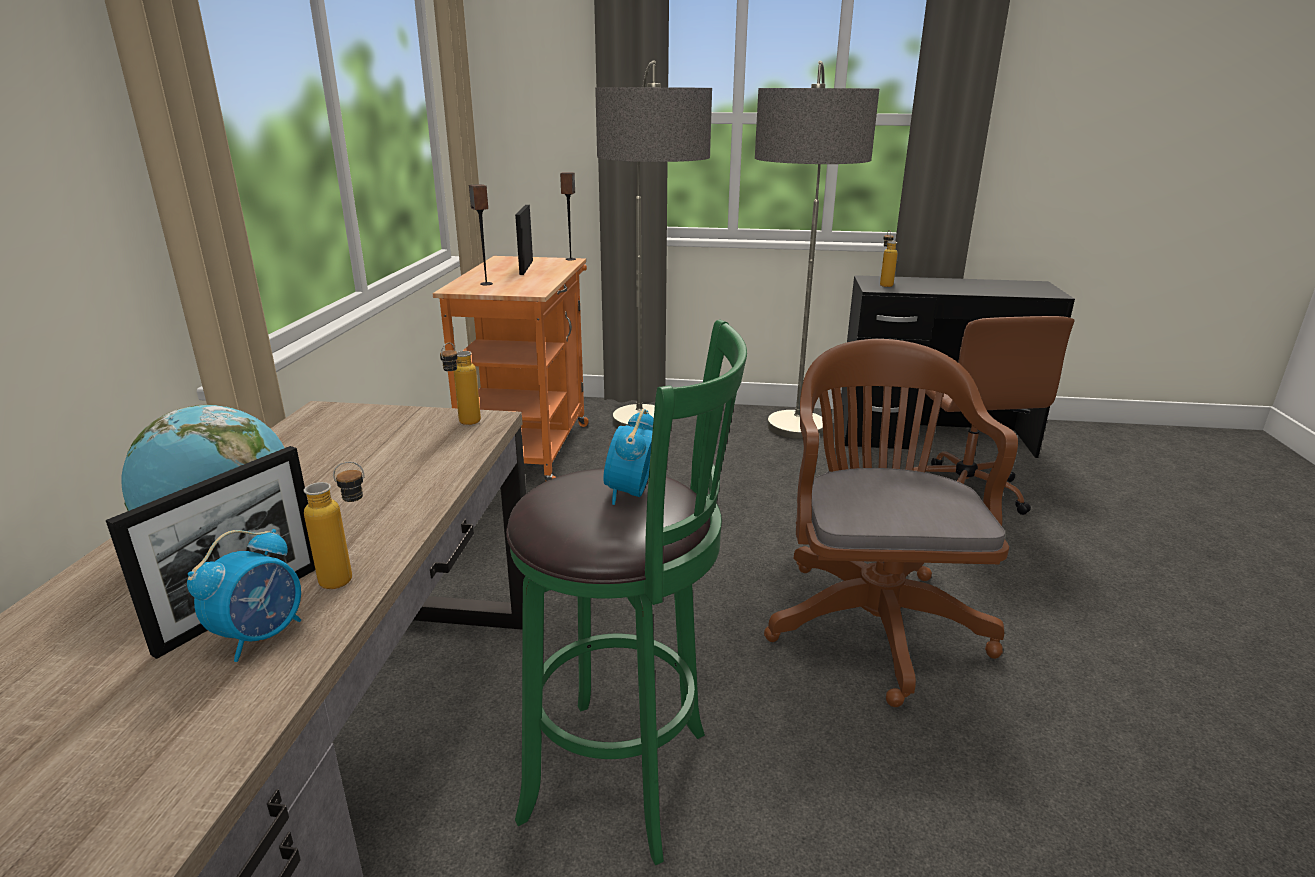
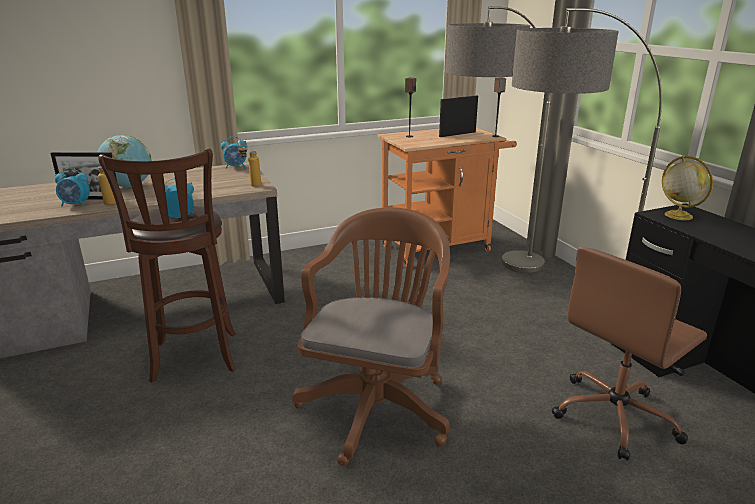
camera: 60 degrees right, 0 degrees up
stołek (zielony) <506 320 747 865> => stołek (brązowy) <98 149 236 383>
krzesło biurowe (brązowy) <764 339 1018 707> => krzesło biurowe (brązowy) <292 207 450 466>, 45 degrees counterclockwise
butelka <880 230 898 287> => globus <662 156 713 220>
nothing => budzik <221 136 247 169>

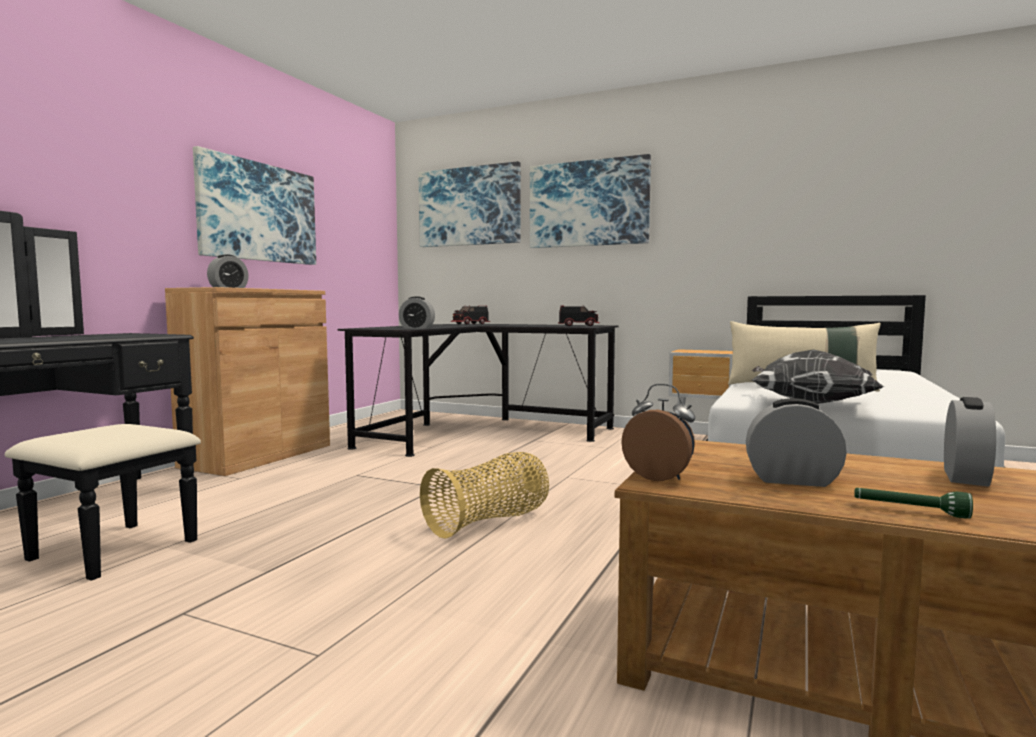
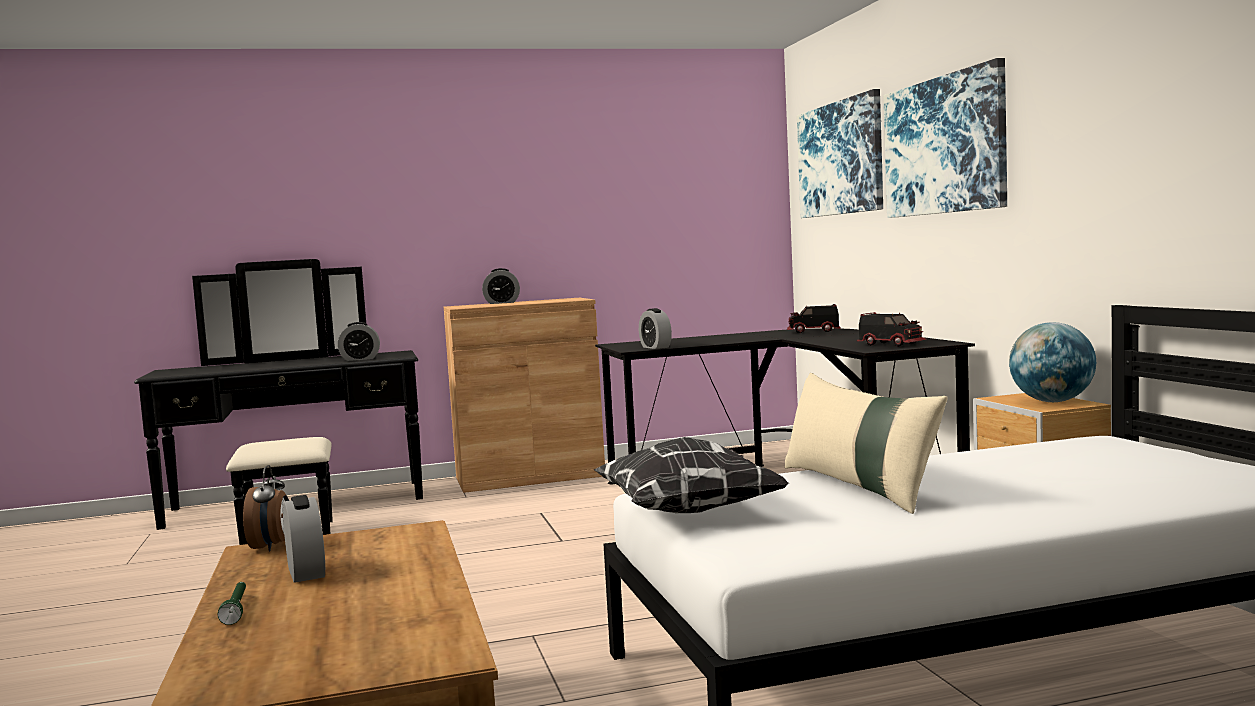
camera: 50 degrees right, 0 degrees up
obraz <193 146 316 265> => nothing
koszyk <420 452 549 539> => nothing
budzik <944 397 996 487> => budzik <338 322 380 361>, move
nothing => globus <1009 322 1096 402>

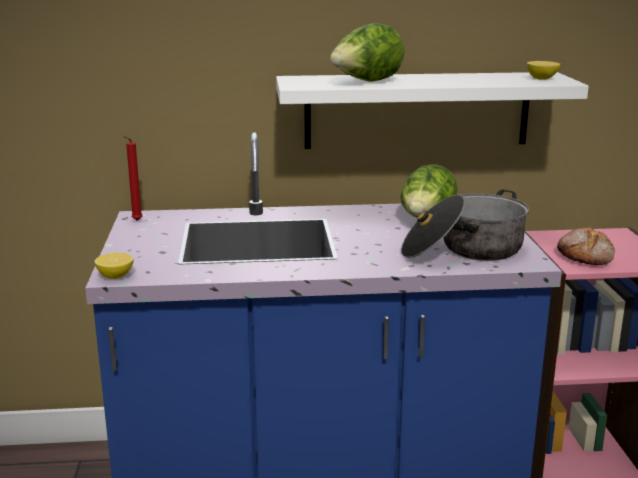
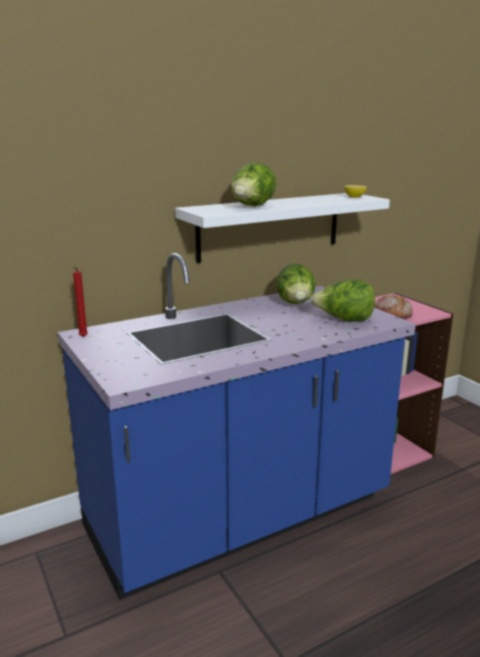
camera: 25 degrees left, 0 degrees up
cytryna <95 253 134 279> => nothing
garnek <401 189 529 261> => sałata <310 279 375 322>

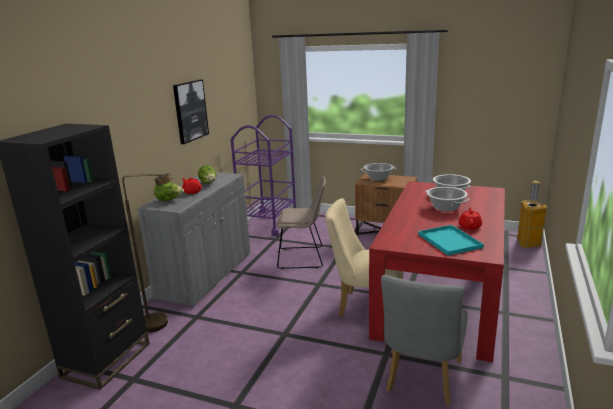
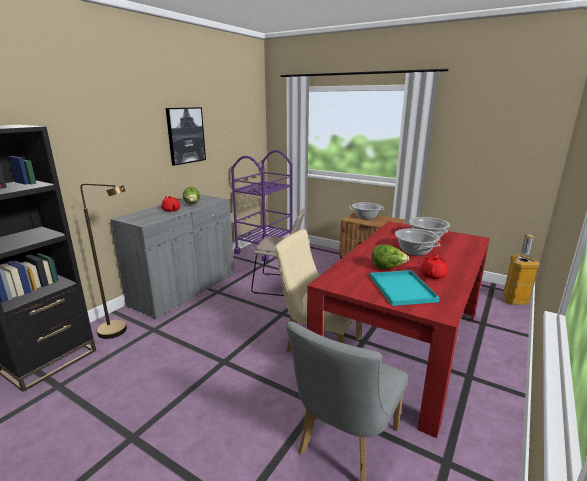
camera: 10 degrees right, 0 degrees up
sałata <154 182 184 201> => sałata <372 244 409 269>, move

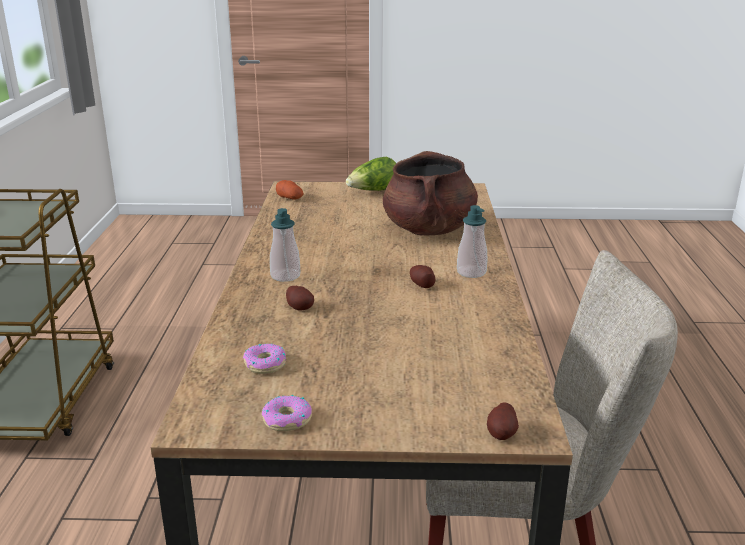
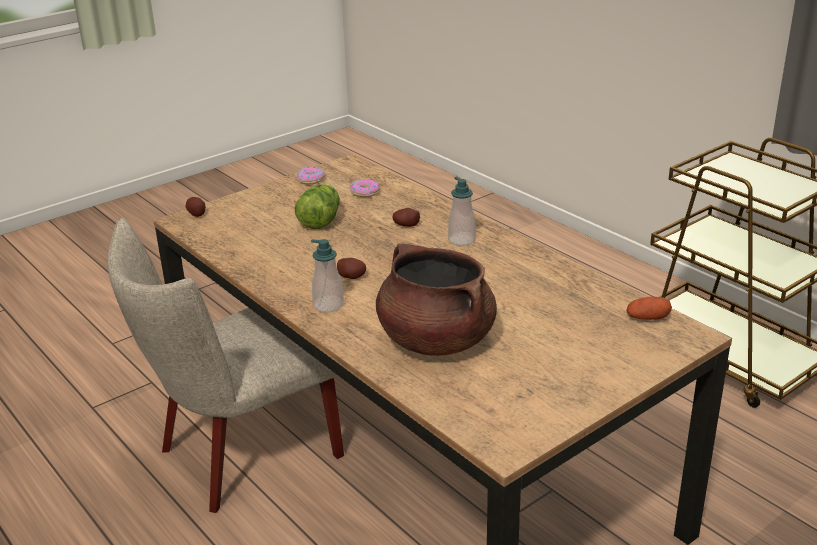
camera: 140 degrees right, 5 degrees up
sałata <346 156 396 191> => sałata <294 184 340 229>, move

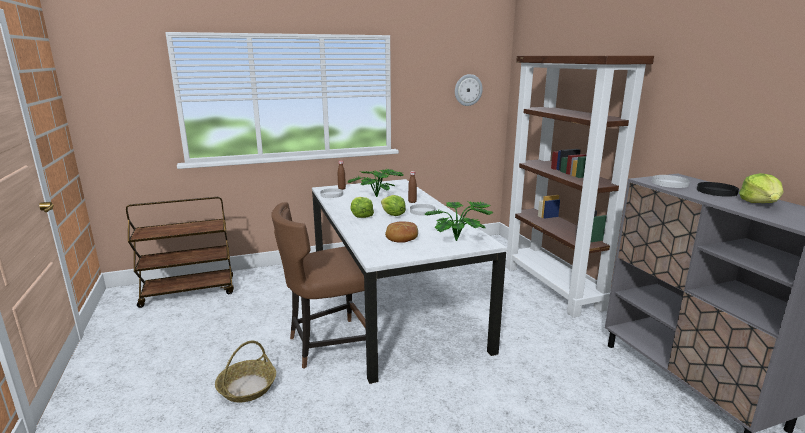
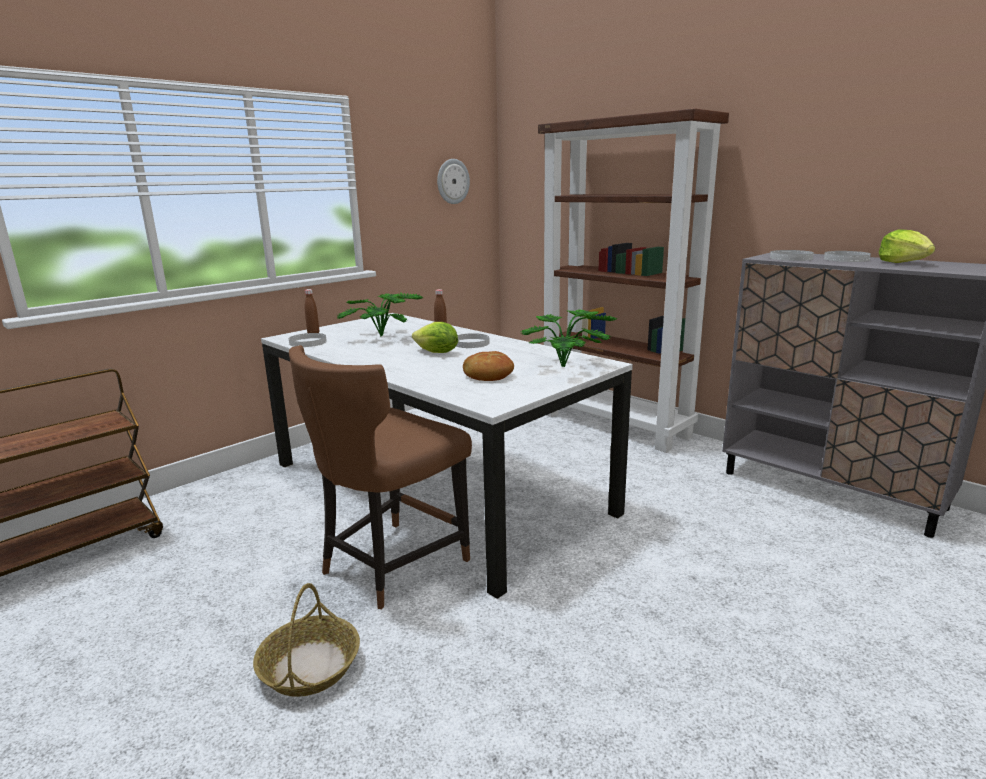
camera: 25 degrees left, 0 degrees up
sałata <350 197 374 218> => nothing
talerz (czarny) <697 182 739 197> => talerz (biały) <824 251 871 262>

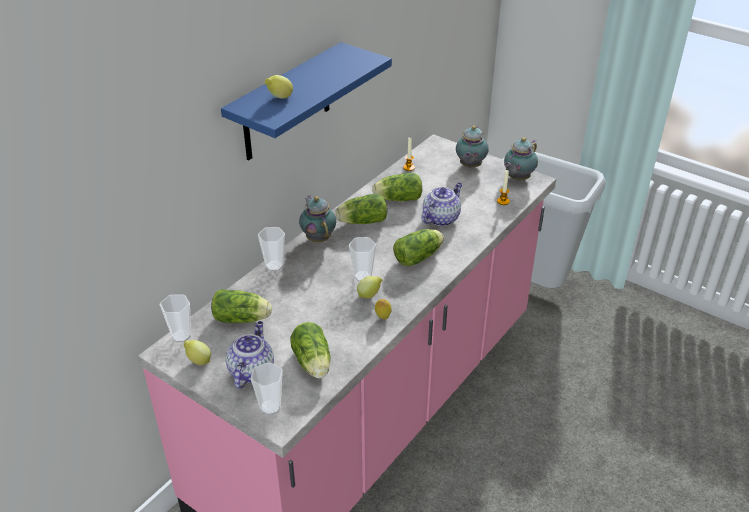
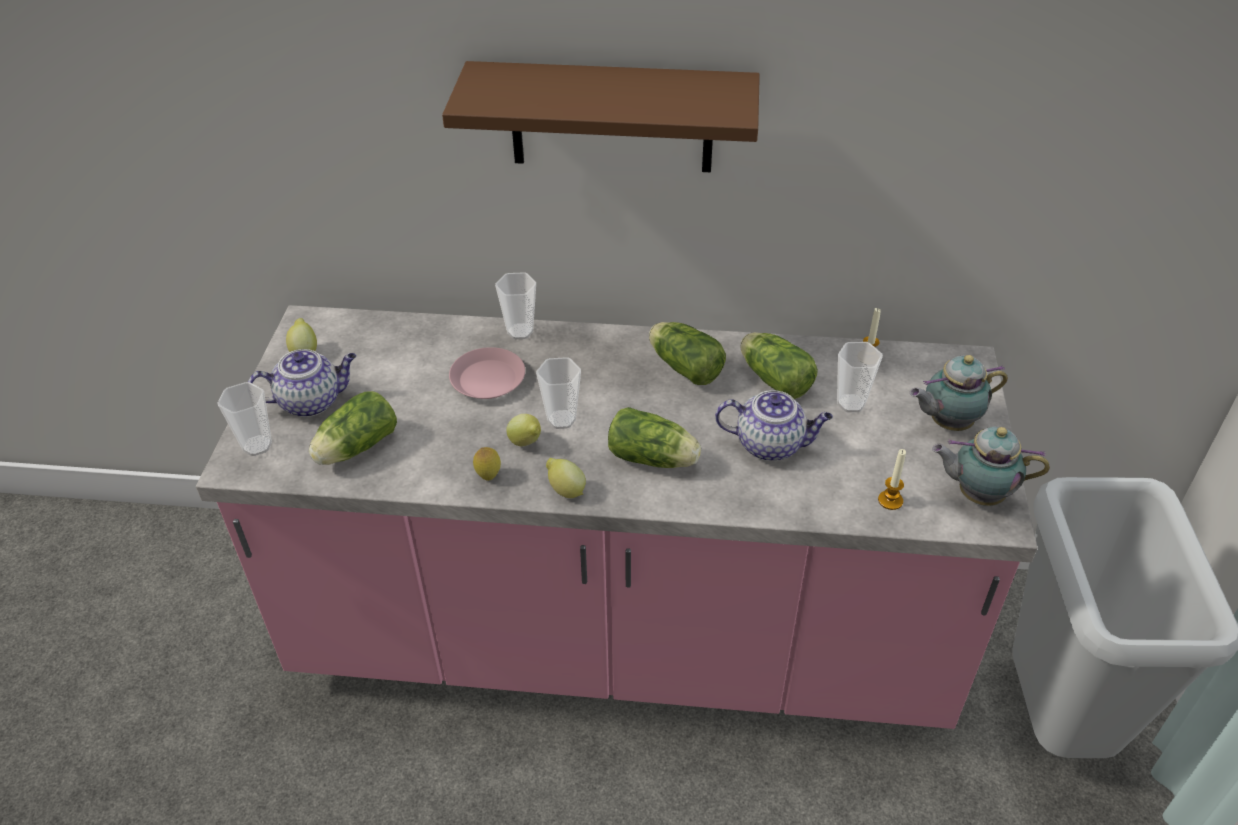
camera: 60 degrees right, 5 degrees up
filiżanka <159 295 191 342> => filiżanka <837 342 883 412>, move
sałata <211 289 272 323> => nothing
półka (niebieski) <221 42 392 161> => półka (brązowy) <442 61 760 172>
cytryna <265 75 293 99> => cytryna <546 458 586 498>, move
imbryk <299 195 336 242> => nothing
nothing => talerz (różowy) <449 347 525 399>

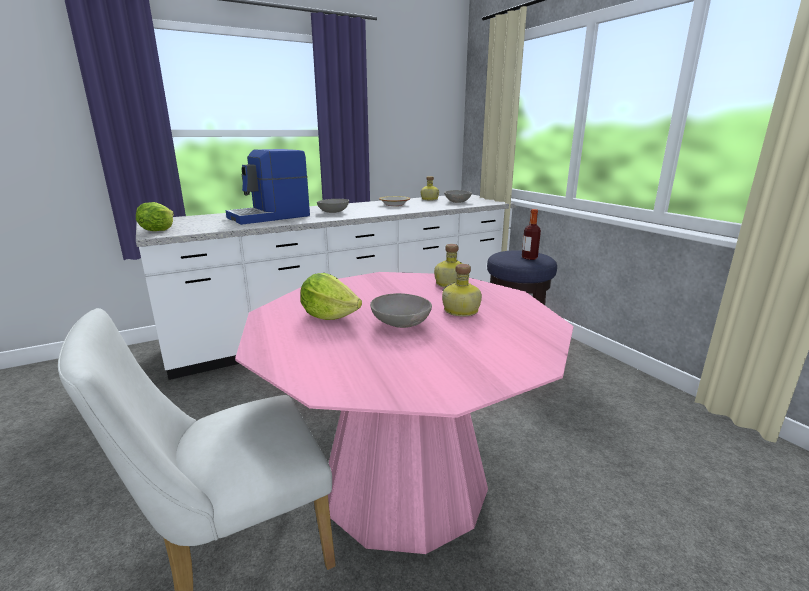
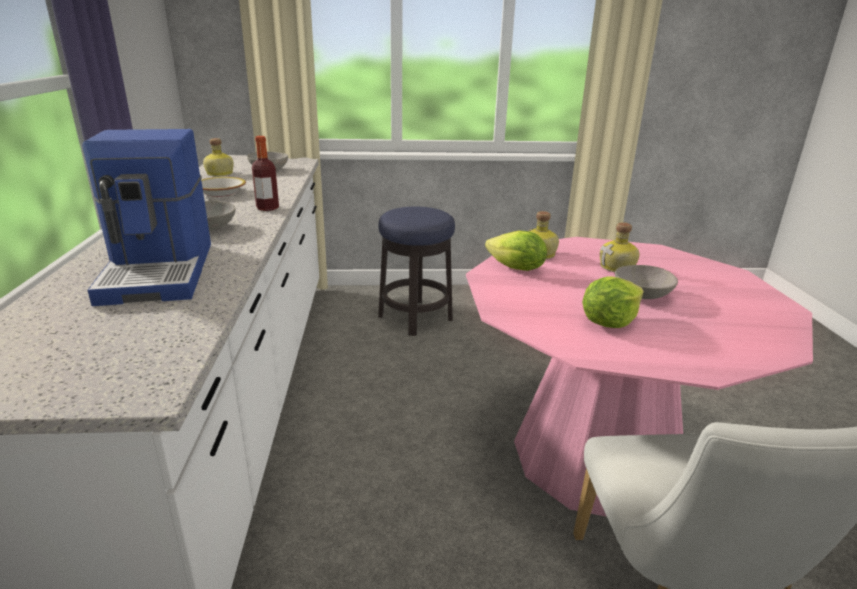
camera: 65 degrees left, 5 degrees up
sałata <136 202 174 231> => sałata <485 231 547 271>, move
butelka <522 209 541 260> => butelka <252 136 279 211>, move

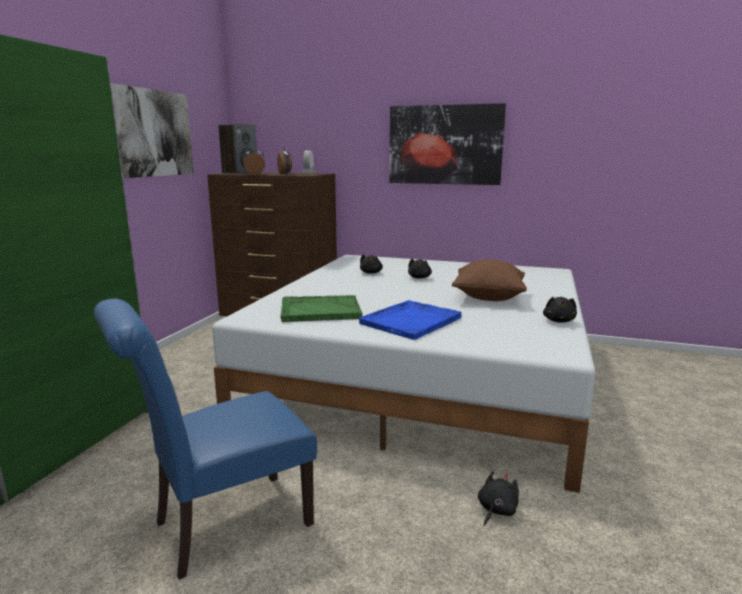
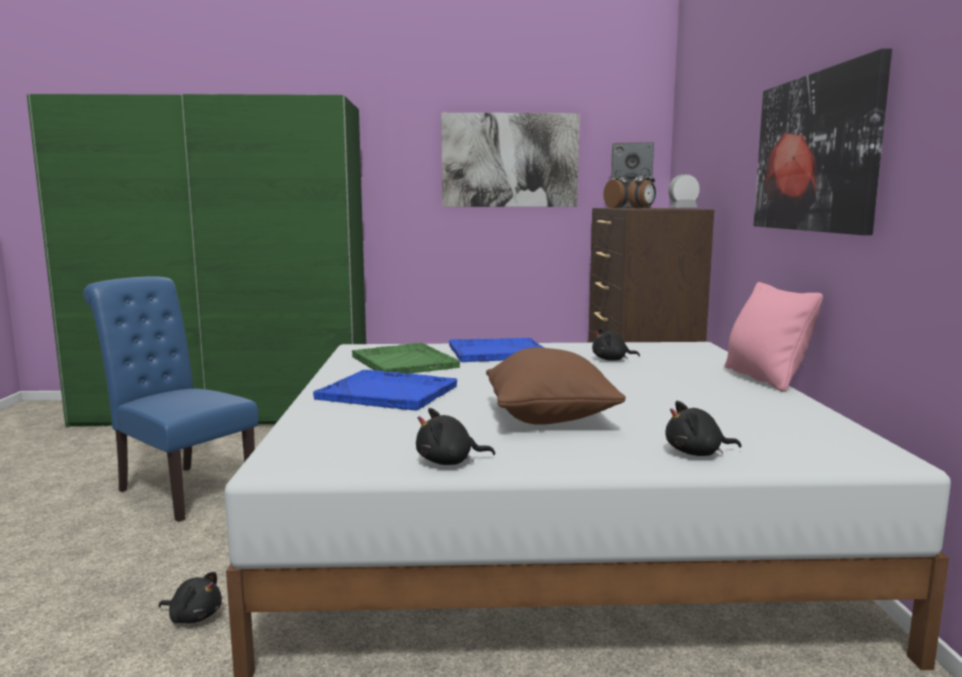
camera: 70 degrees right, 5 degrees down
pluszak (czarny) <408 259 432 279> => pluszak (czarny) <665 401 741 456>, move
nothing => taca (niebieski) <449 338 544 362>
nothing => poduszka (różowy) <725 282 823 392>

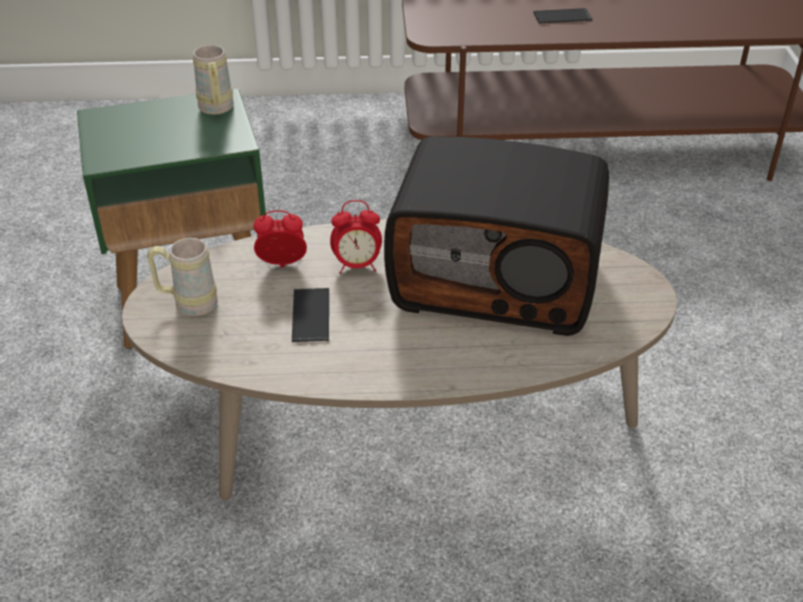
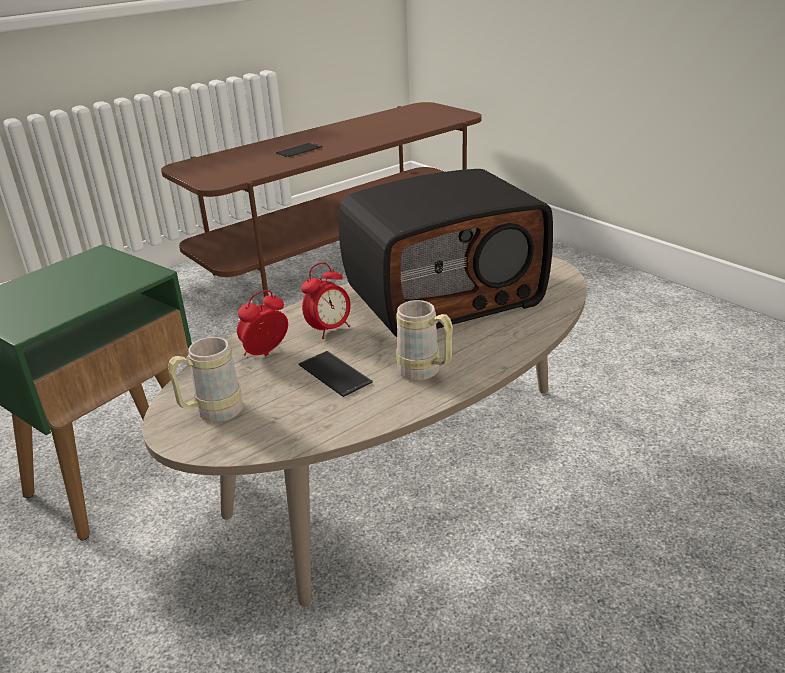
camera: 35 degrees left, 10 degrees down
kubek (beżowy) <193 45 234 115> => kubek (beżowy) <396 300 453 381>, move

